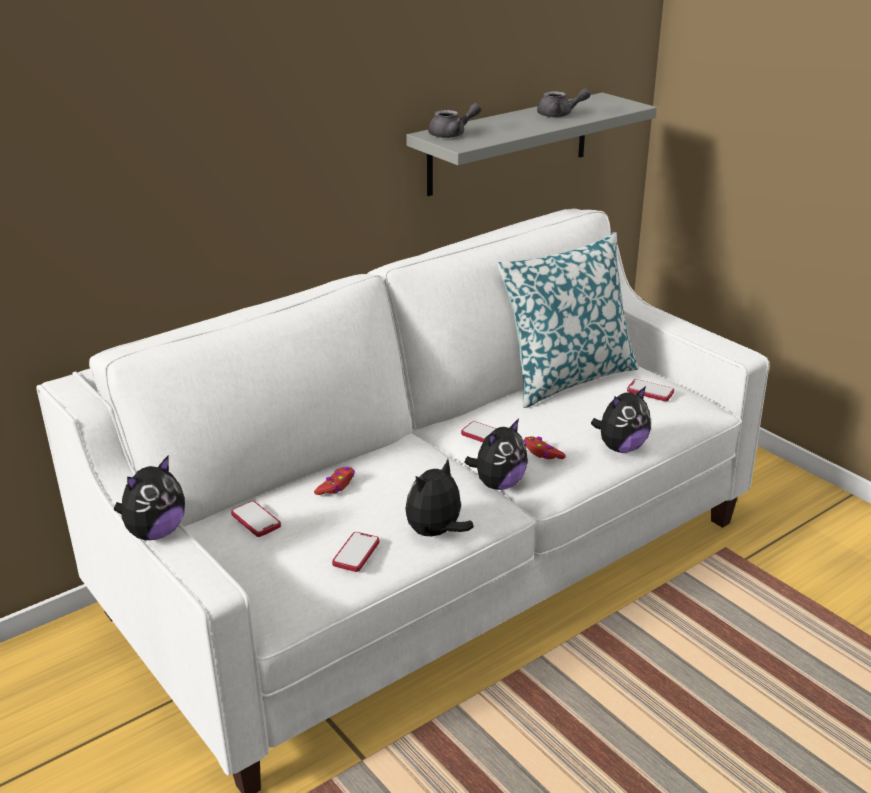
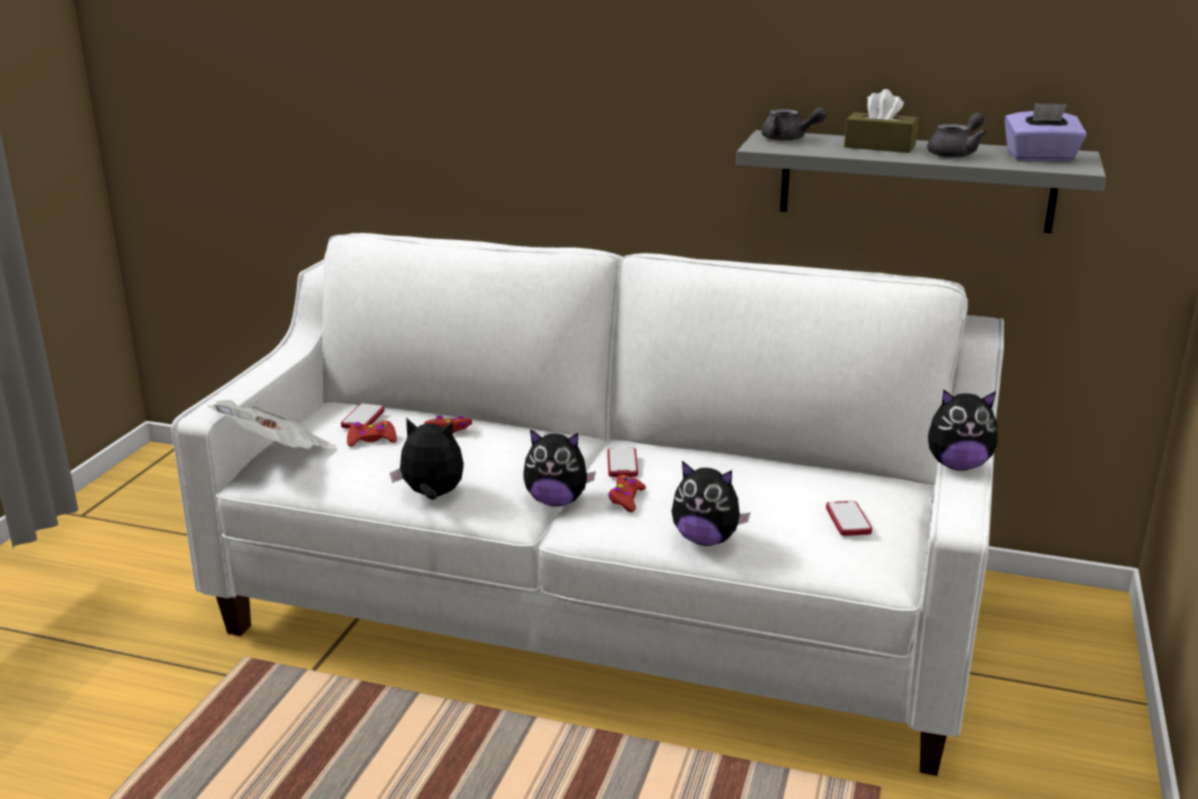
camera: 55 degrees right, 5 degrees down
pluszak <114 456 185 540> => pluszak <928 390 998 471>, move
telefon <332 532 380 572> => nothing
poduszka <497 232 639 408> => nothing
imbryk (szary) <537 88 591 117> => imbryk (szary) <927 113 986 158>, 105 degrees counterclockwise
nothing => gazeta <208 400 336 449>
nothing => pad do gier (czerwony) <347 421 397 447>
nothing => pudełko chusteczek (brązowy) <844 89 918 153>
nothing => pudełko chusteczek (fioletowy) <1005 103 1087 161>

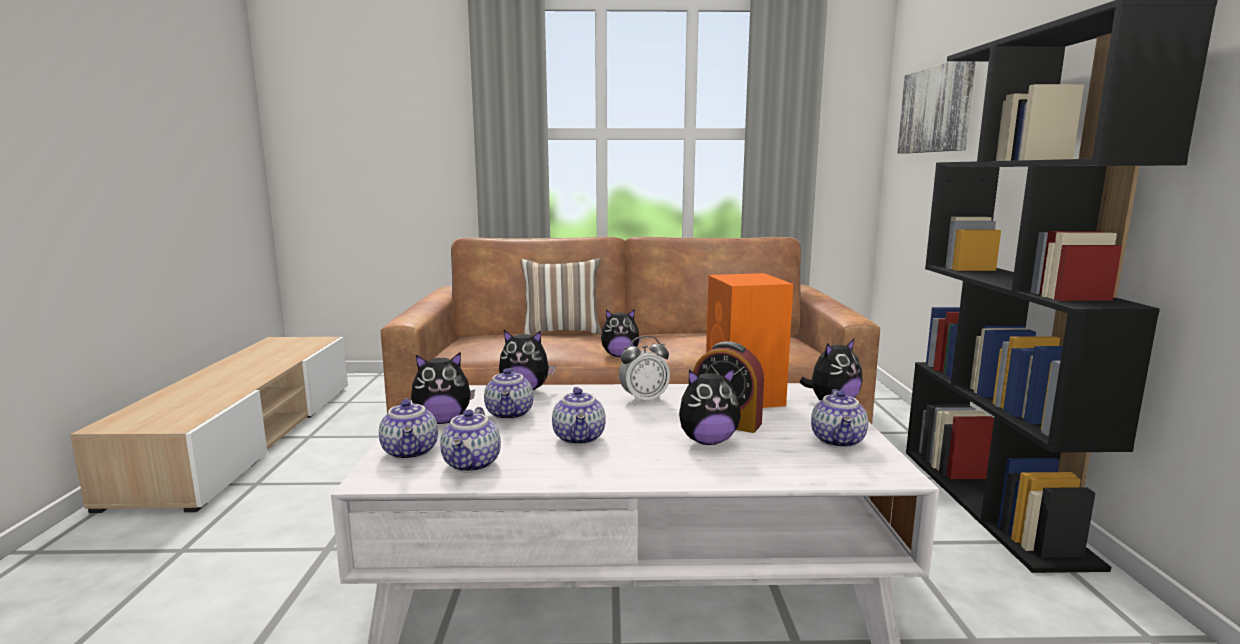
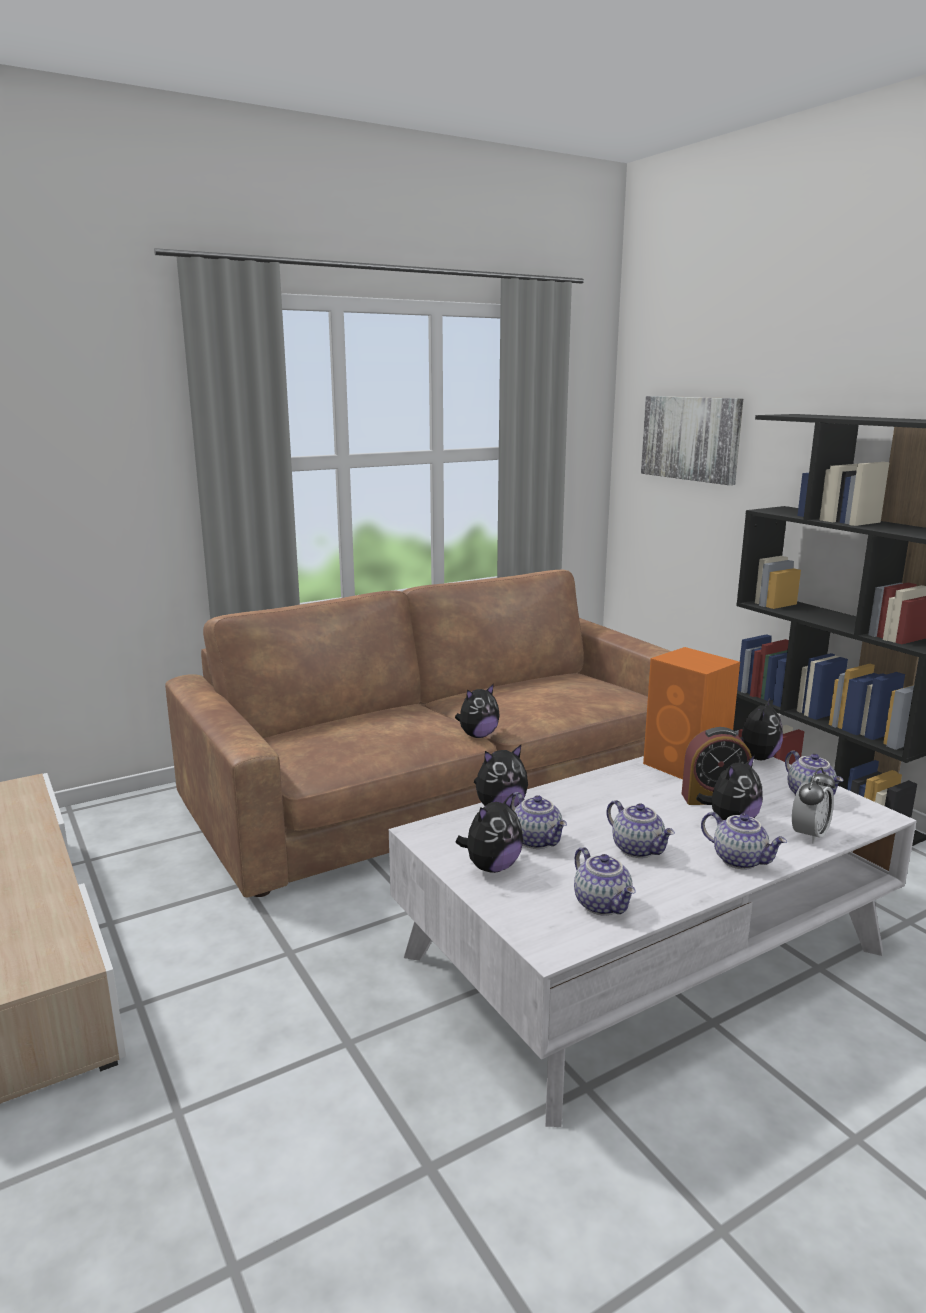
camera: 30 degrees left, 5 degrees up
imbryk <379 398 438 460> => imbryk <701 812 787 870>, move
poduszka <520 258 602 335> => nothing
budzik <619 336 670 404> => budzik <792 768 835 844>, move

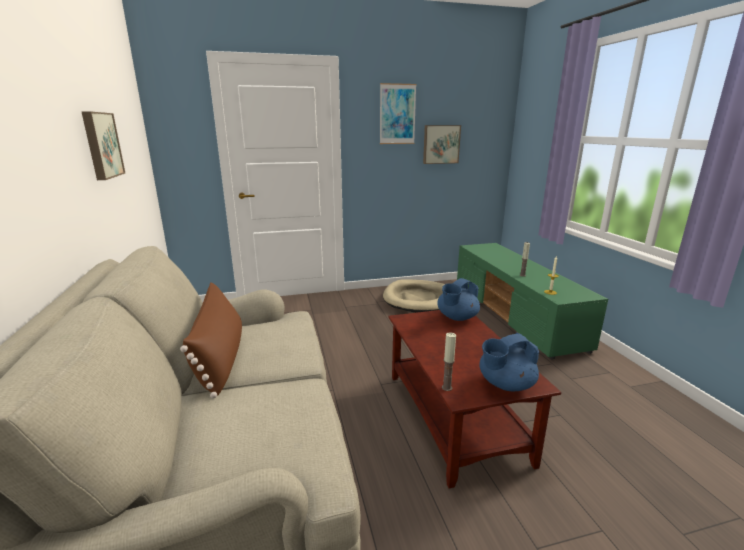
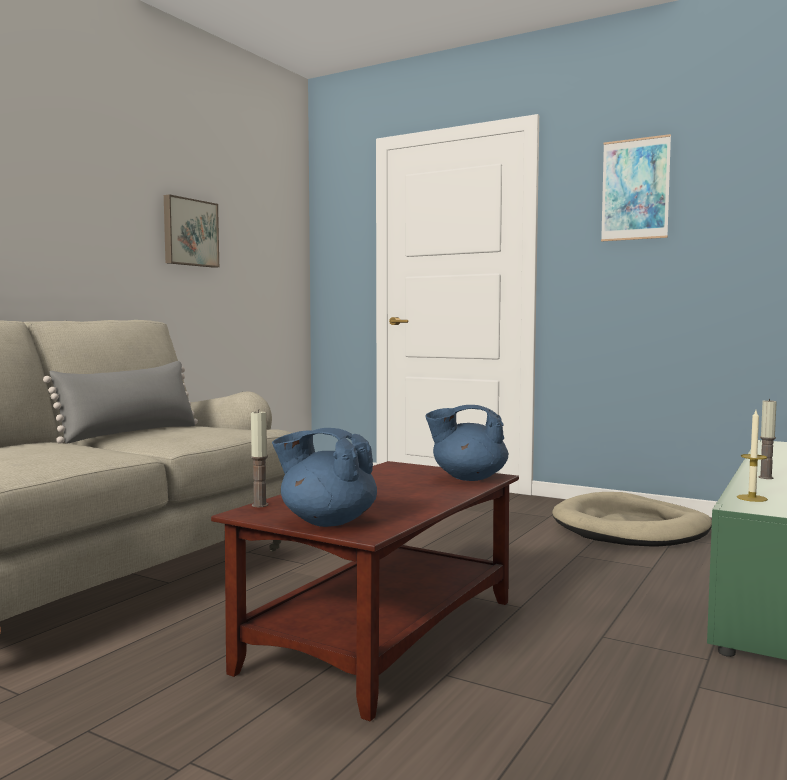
camera: 45 degrees right, 15 degrees down
poduszka (brązowy) <180 282 242 399> => poduszka (szary) <43 361 198 444>
obraz <423 125 461 164> => nothing

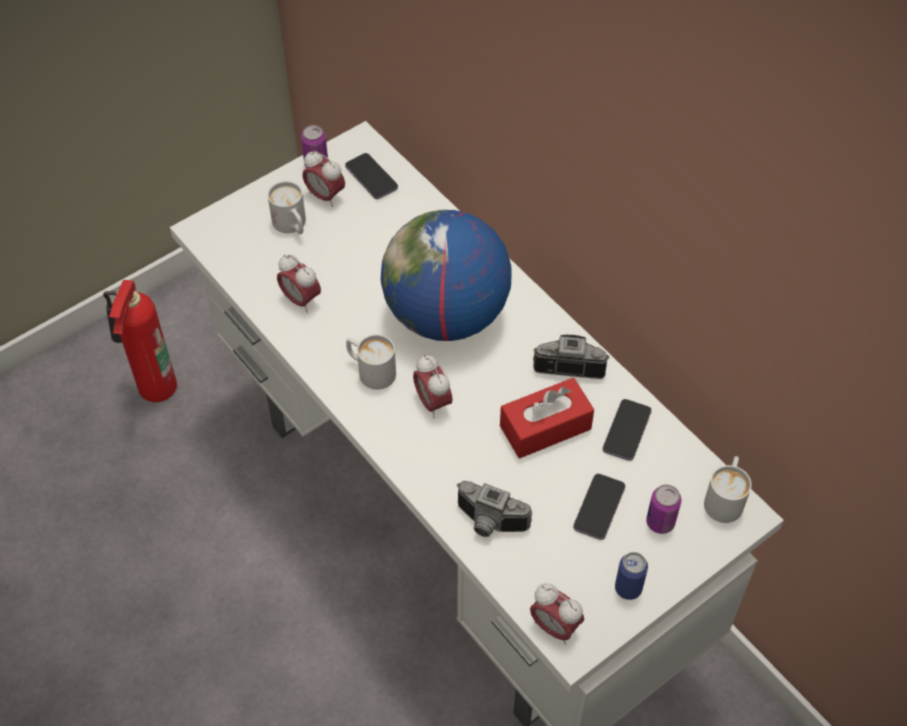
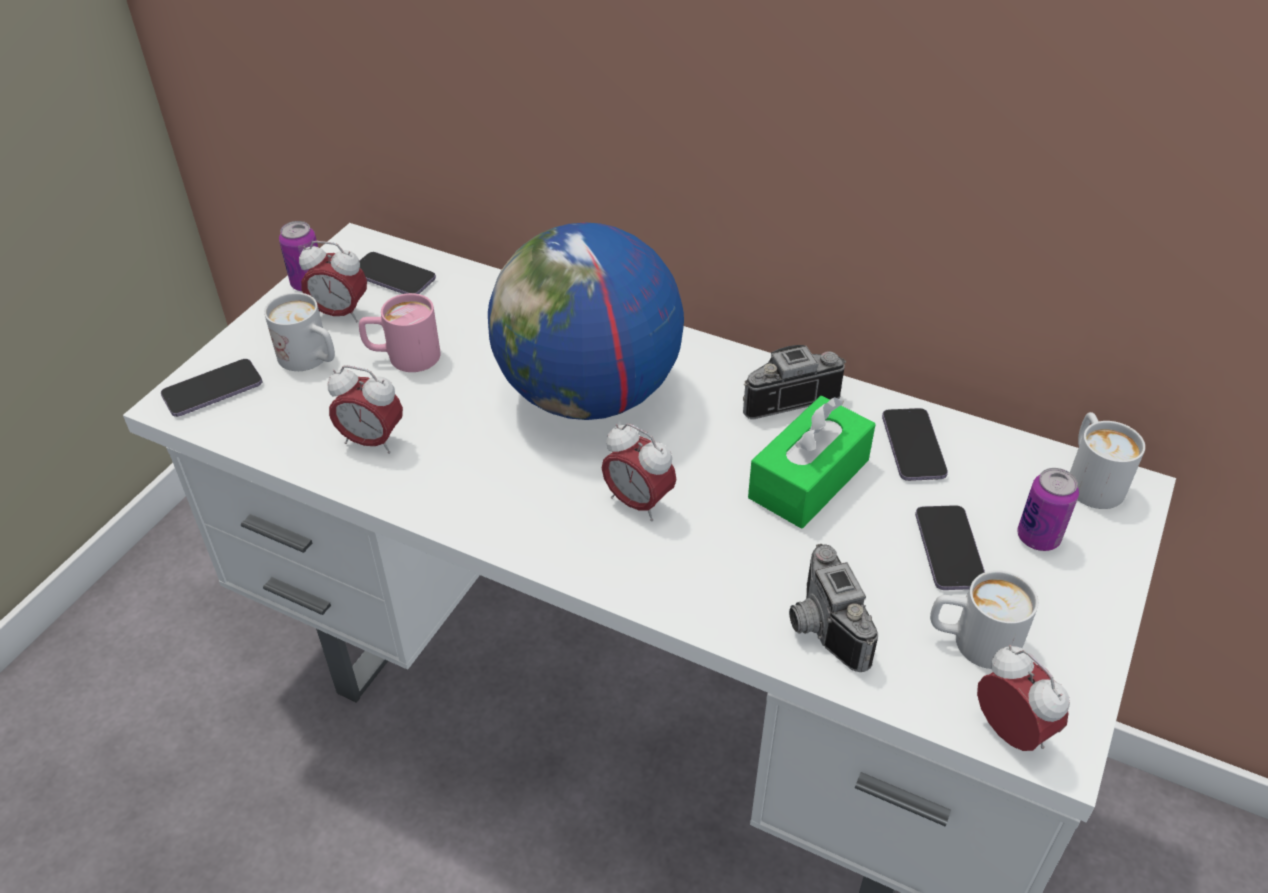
camera: 25 degrees left, 10 degrees down
gaśnica <103 280 177 402> => nothing
kubek (biały) <346 334 396 390> => kubek (biały) <930 570 1038 669>, move
aparat fotograficzny <457 481 533 537> => aparat fotograficzny <789 544 878 672>, 75 degrees clockwise
pudełko chusteczek (czerwony) <500 378 594 458> => pudełko chusteczek (zielony) <748 396 876 529>
budzik <530 583 584 644> => budzik <977 645 1070 751>, 135 degrees counterclockwise
puszka <615 552 648 600> => nothing
nothing => telefon <161 359 262 417>
nothing => kubek (różowy) <359 293 441 372>

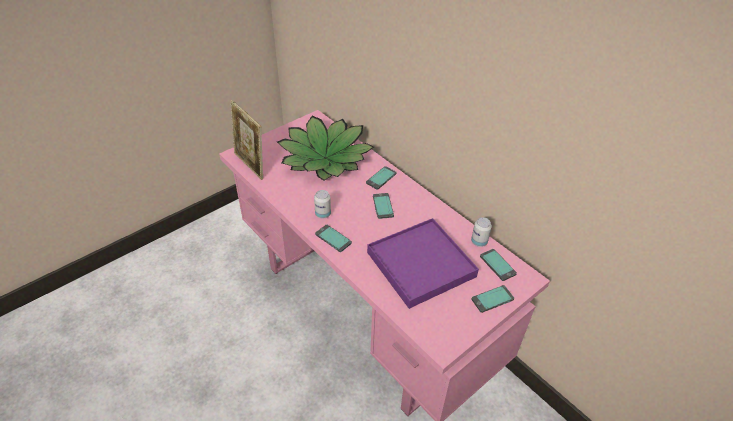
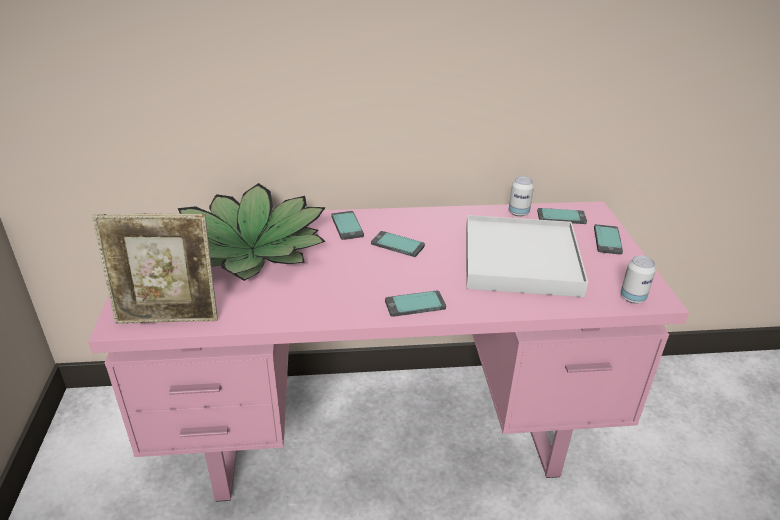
camera: 55 degrees left, 10 degrees down
puszka <314 190 331 219> => puszka <620 255 656 304>, move
taca (fioletowy) <367 218 479 309> => taca (biały) <466 215 588 297>

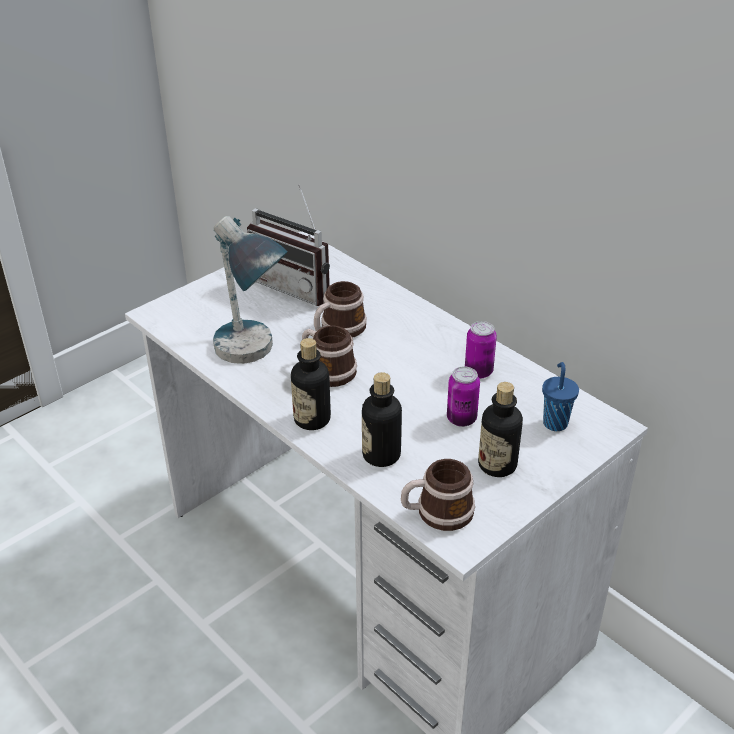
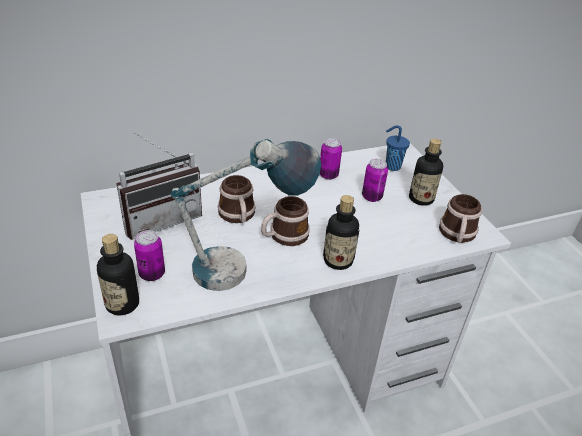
camera: 70 degrees left, 0 degrees up
butelka <362 372 402 467> => butelka <97 234 139 315>, move
nothing => puszka <134 230 165 281>

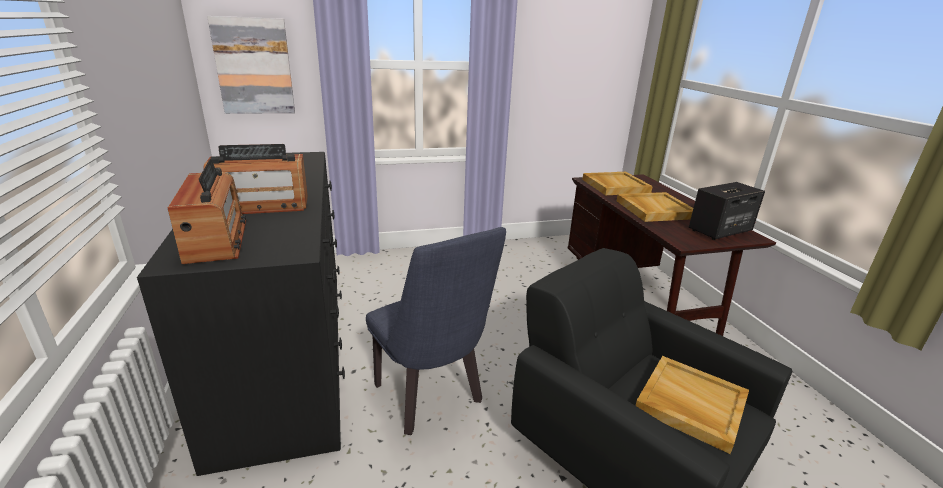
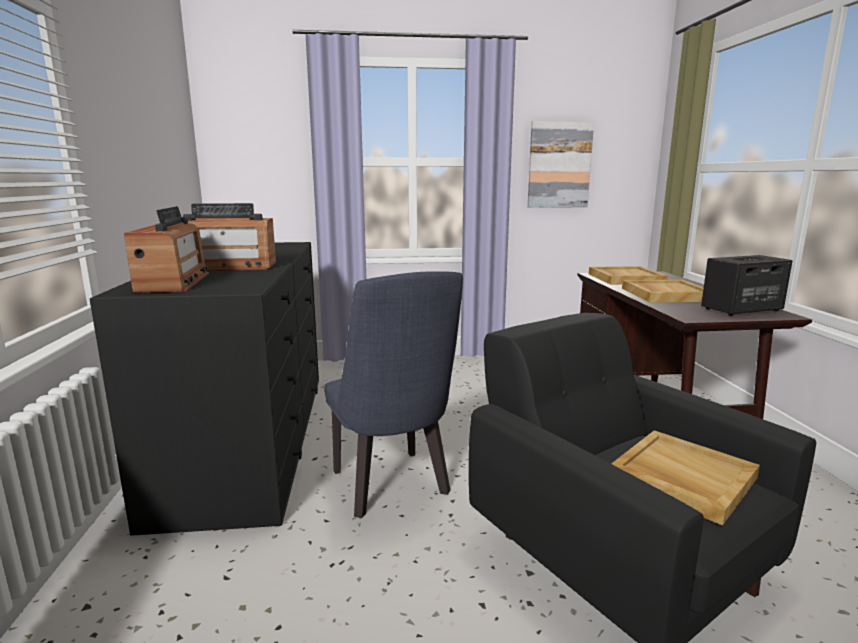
camera: 10 degrees right, 10 degrees down
obraz <207 16 295 114> => obraz <528 121 594 208>, move

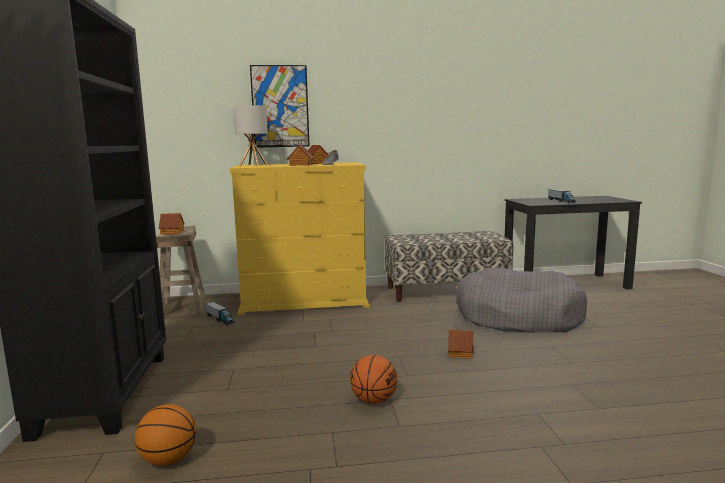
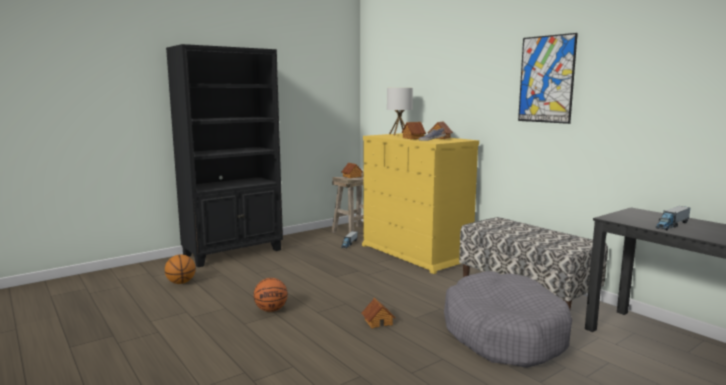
camera: 60 degrees right, 0 degrees up
obraz <250 65 310 148> => obraz <518 33 578 124>, move

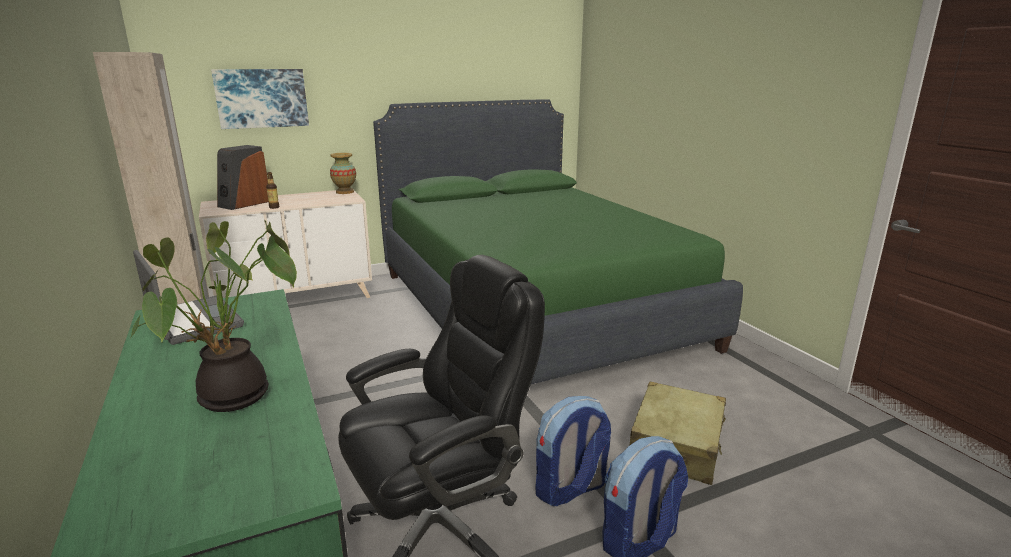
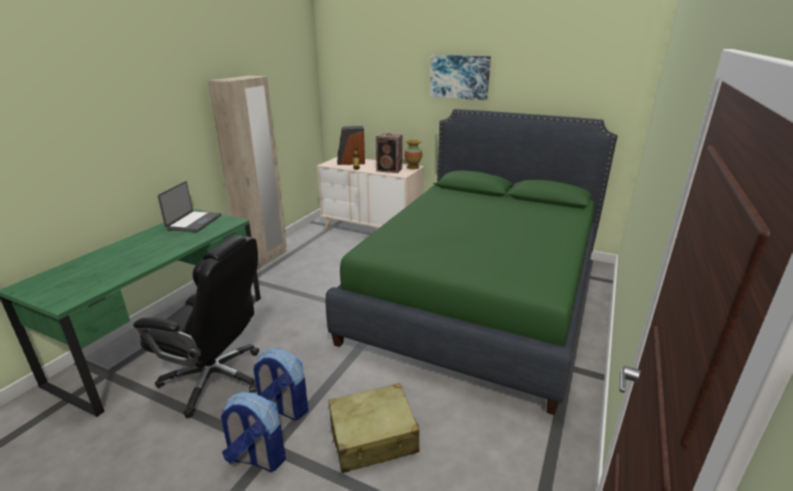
camera: 50 degrees right, 5 degrees up
roślina doniczkowa <130 220 297 412> => nothing
obraz <211 69 309 129> => obraz <430 55 491 100>, move
nothing => głośnik <376 133 403 173>

